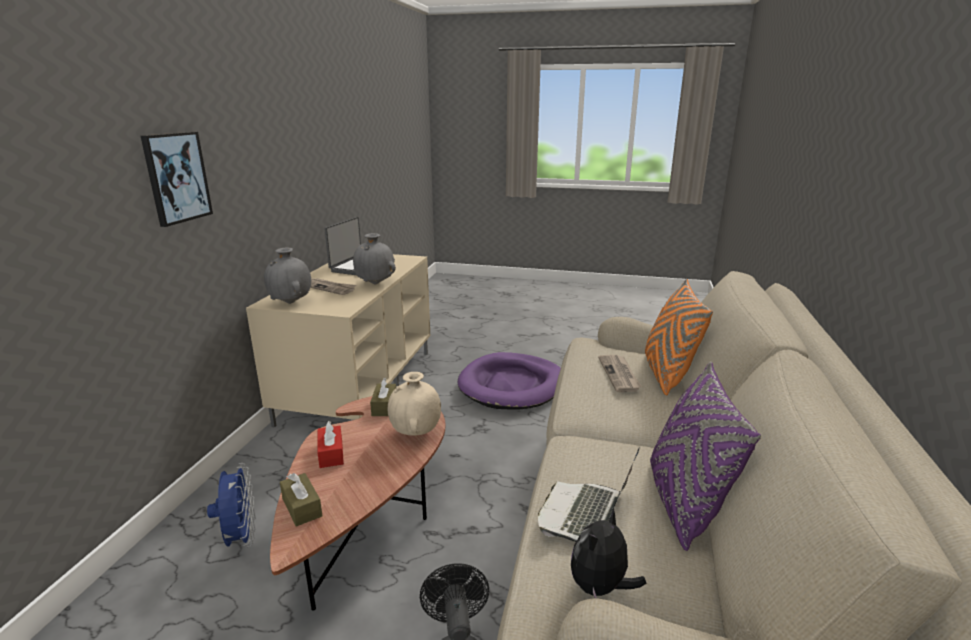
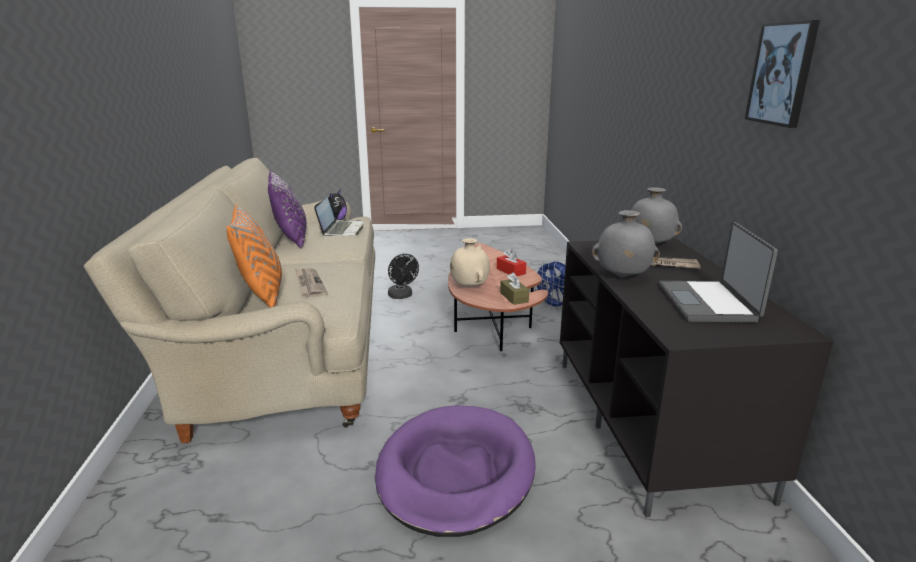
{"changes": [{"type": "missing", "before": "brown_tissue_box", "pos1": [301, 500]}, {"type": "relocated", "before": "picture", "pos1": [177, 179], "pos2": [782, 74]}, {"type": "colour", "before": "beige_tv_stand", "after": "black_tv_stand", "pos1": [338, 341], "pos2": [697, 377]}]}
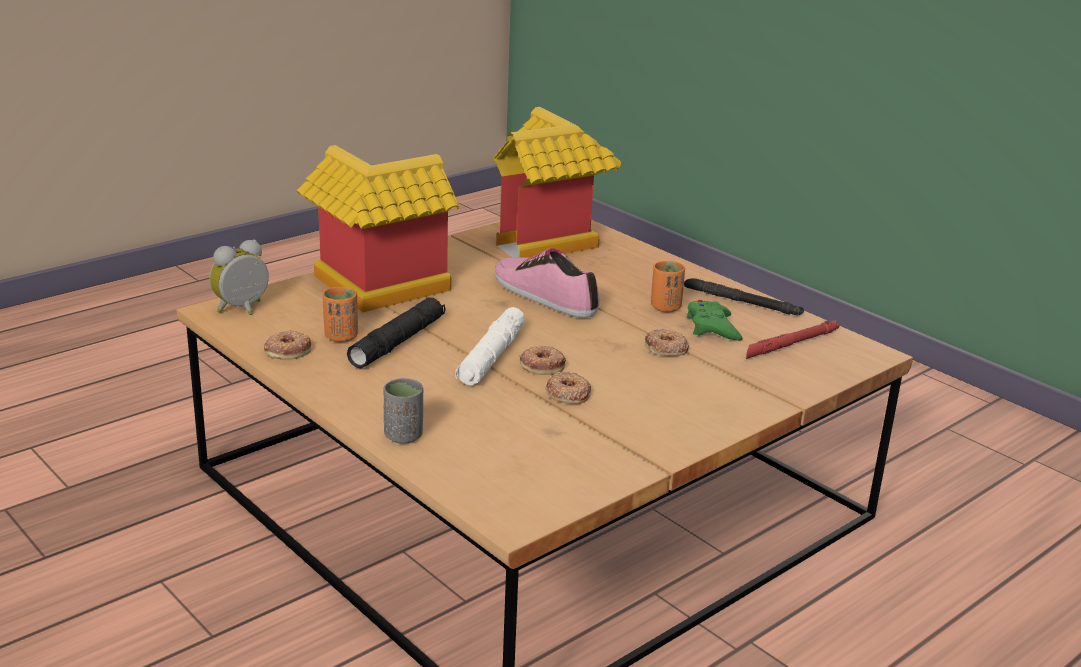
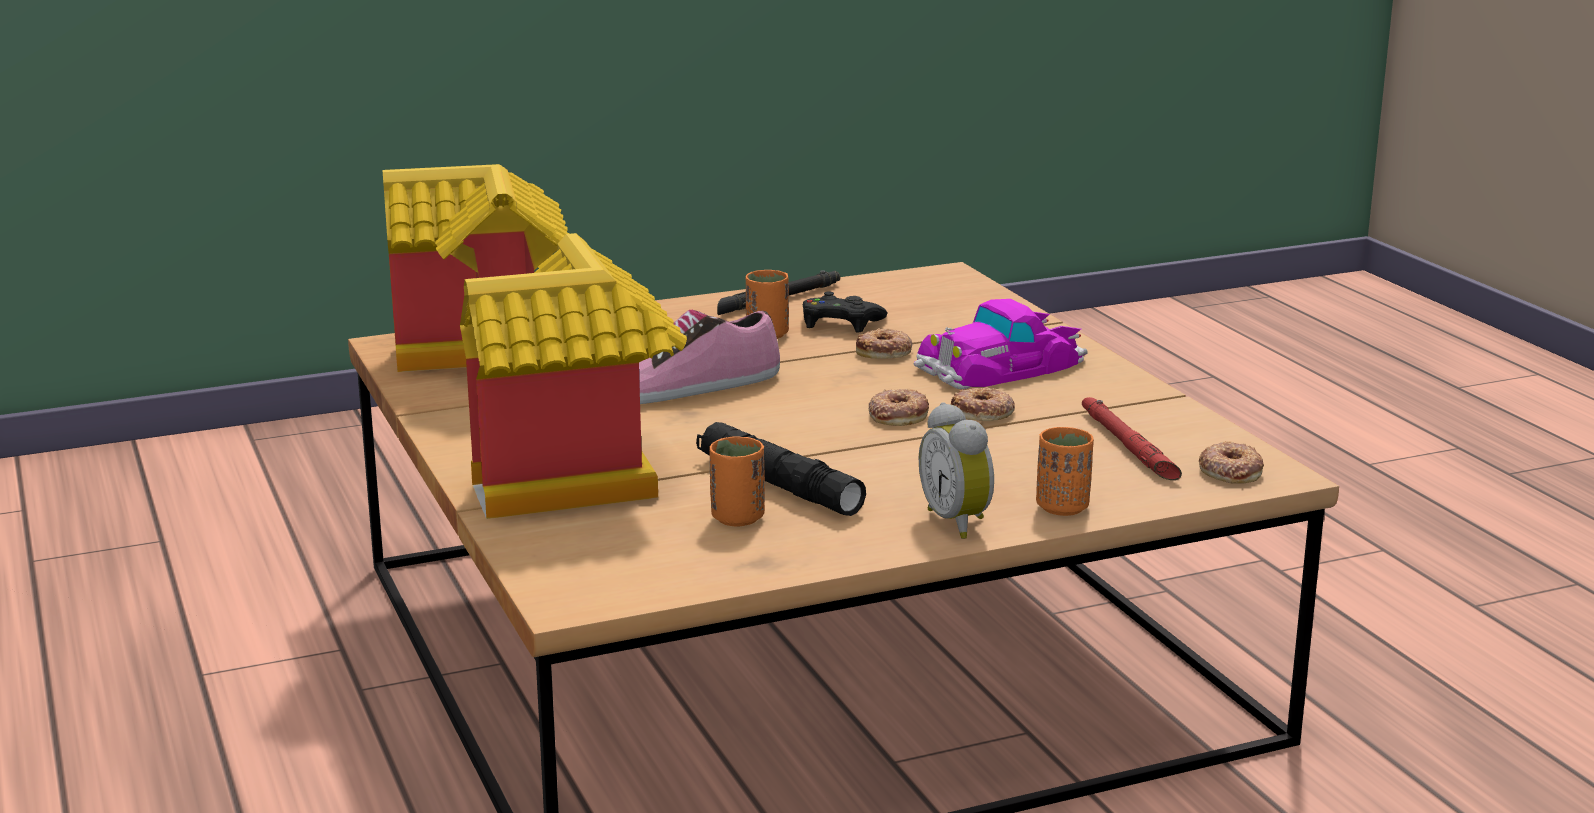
{"changes": [{"type": "missing", "before": "white_flashlight", "pos1": [490, 346]}, {"type": "appeared", "after": "toy_car", "pos2": [1001, 344]}, {"type": "relocated", "before": "alarm_clock", "pos1": [239, 277], "pos2": [956, 470]}, {"type": "relocated", "before": "donut", "pos1": [287, 345], "pos2": [1231, 462]}, {"type": "relocated", "before": "red_flashlight", "pos1": [792, 339], "pos2": [1132, 438]}, {"type": "colour", "before": "grey_cup", "after": "orange_cup", "pos1": [403, 411], "pos2": [1065, 471]}, {"type": "colour", "before": "green_game_controller", "after": "black_game_controller", "pos1": [715, 320], "pos2": [845, 312]}]}
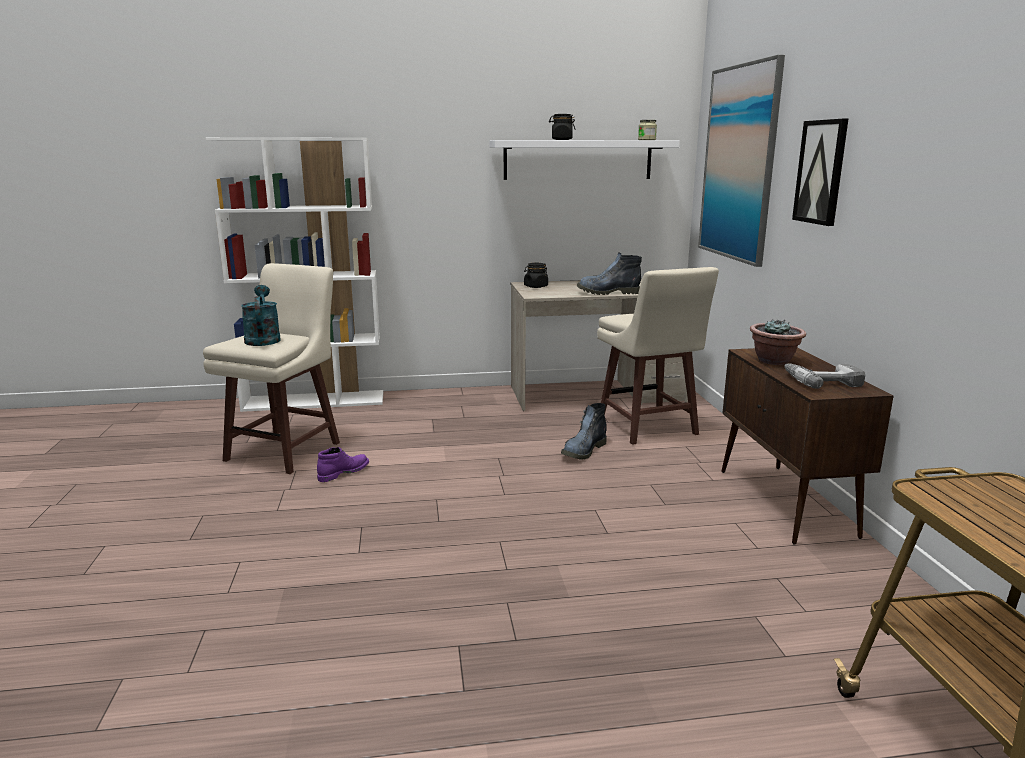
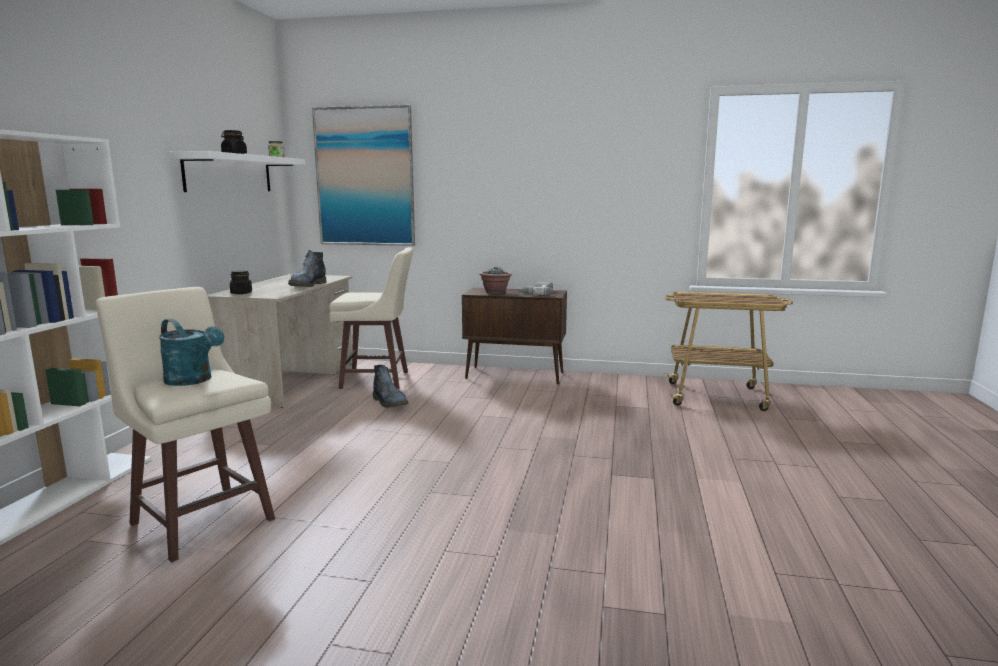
{"changes": [{"type": "missing", "before": "purple_boot", "pos1": [343, 464]}, {"type": "missing", "before": "picture", "pos1": [820, 172]}, {"type": "spun", "before": "turquoise_watering_can", "pos1": [261, 315], "pos2": [191, 352], "turn": -150}]}
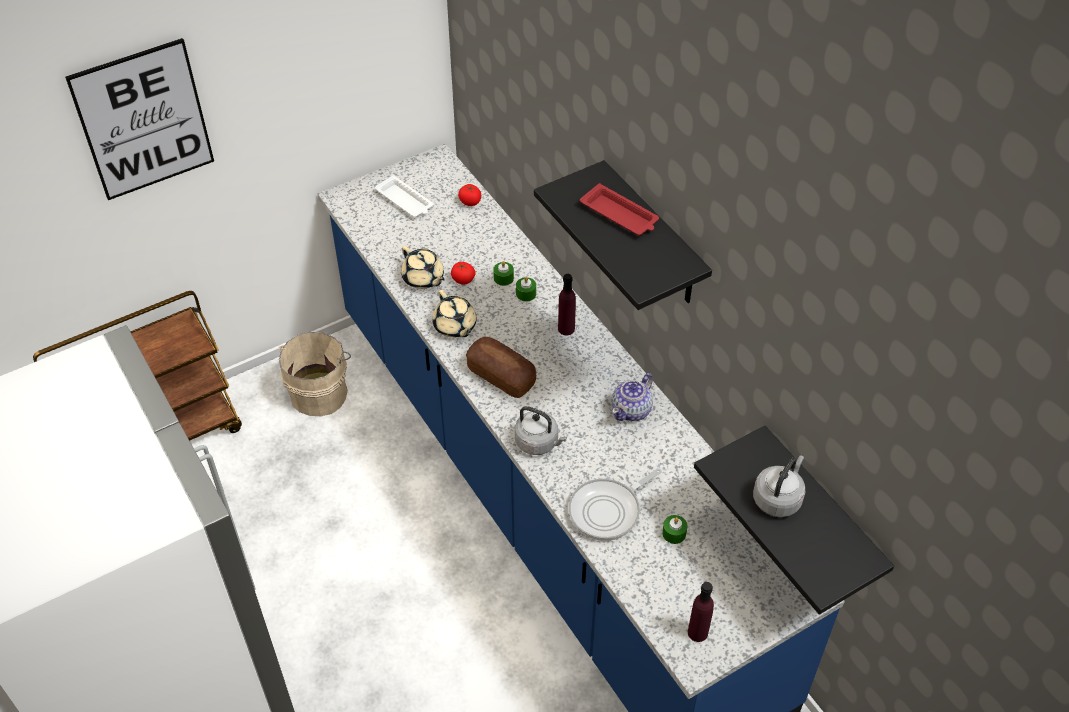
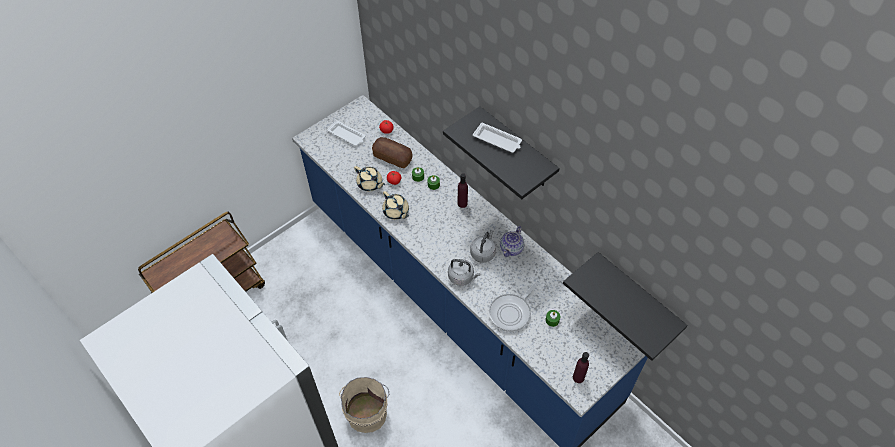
{"changes": [{"type": "missing", "before": "picture", "pos1": [139, 119]}, {"type": "relocated", "before": "beige_bucket", "pos1": [315, 374], "pos2": [364, 405]}, {"type": "relocated", "before": "bread", "pos1": [501, 367], "pos2": [392, 152]}, {"type": "relocated", "before": "grey_kettle", "pos1": [779, 486], "pos2": [483, 246]}, {"type": "colour", "before": "red_tray", "after": "white_tray", "pos1": [619, 209], "pos2": [497, 137]}]}
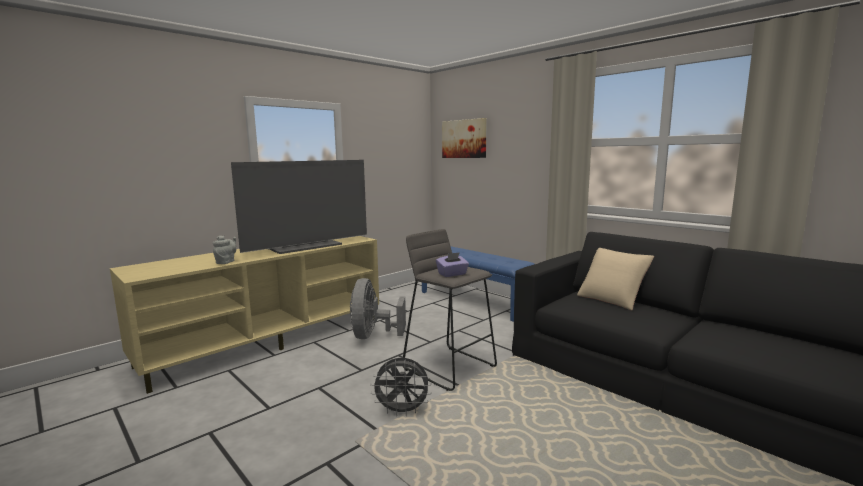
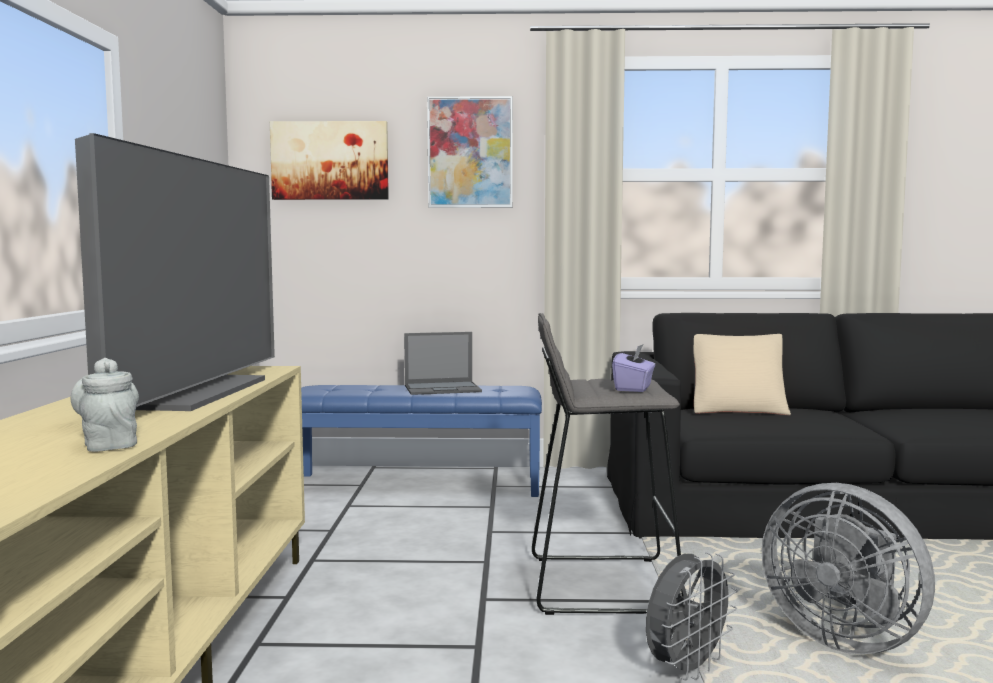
{"changes": [{"type": "appeared", "after": "laptop", "pos2": [443, 363]}, {"type": "appeared", "after": "picture", "pos2": [470, 152]}, {"type": "relocated", "before": "grey_fan", "pos1": [378, 308], "pos2": [848, 568]}]}
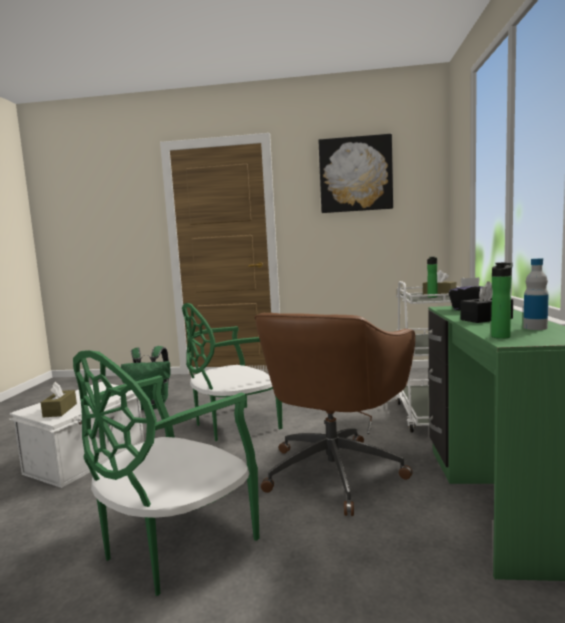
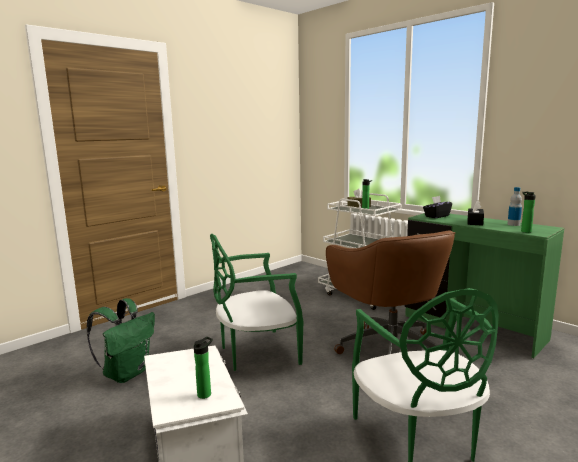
{"changes": [{"type": "missing", "before": "picture", "pos1": [356, 173]}, {"type": "exchanged", "before": "brown_tissue_box", "after": "bottle", "pos1": [59, 399], "pos2": [203, 368]}, {"type": "spun", "before": "green_chair", "pos1": [232, 372], "pos2": [256, 302], "turn": 60}]}
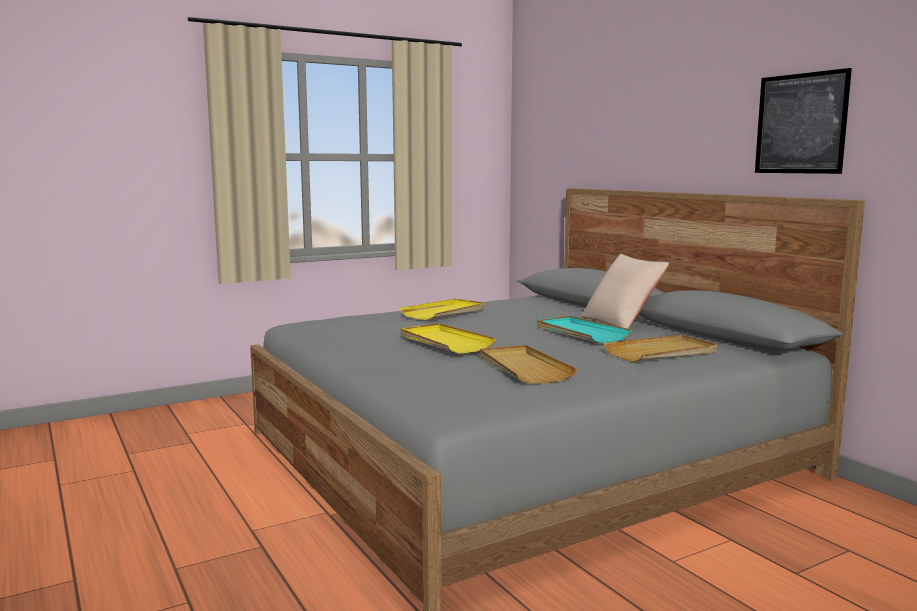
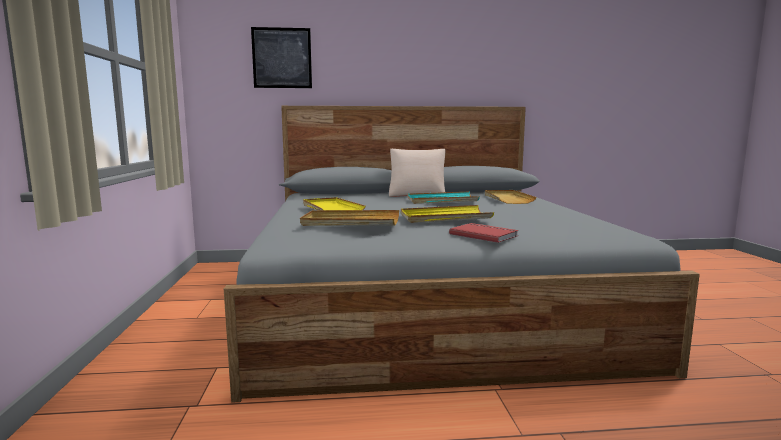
{"changes": [{"type": "appeared", "after": "red_book", "pos2": [484, 233]}, {"type": "relocated", "before": "beige_tray", "pos1": [528, 364], "pos2": [349, 218]}, {"type": "relocated", "before": "picture", "pos1": [803, 121], "pos2": [281, 57]}]}
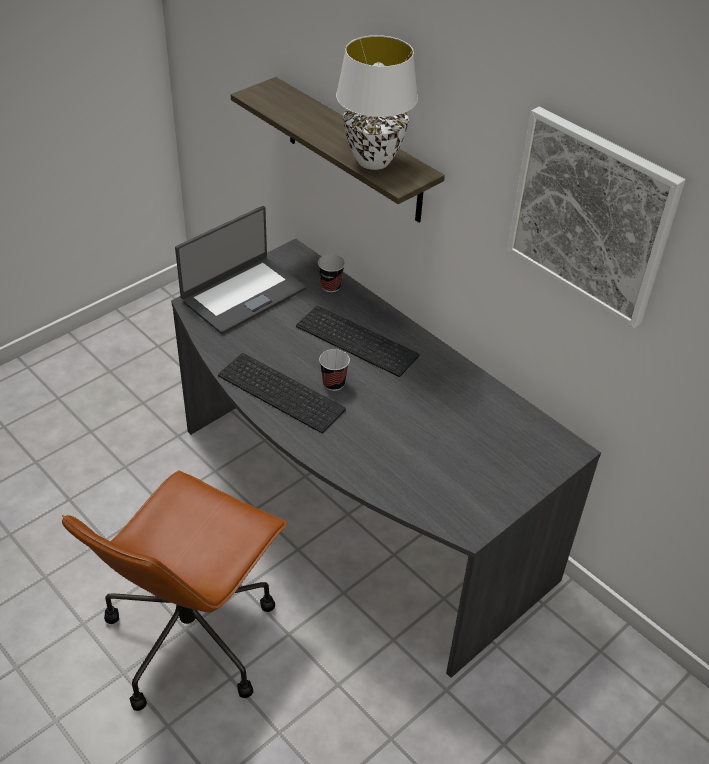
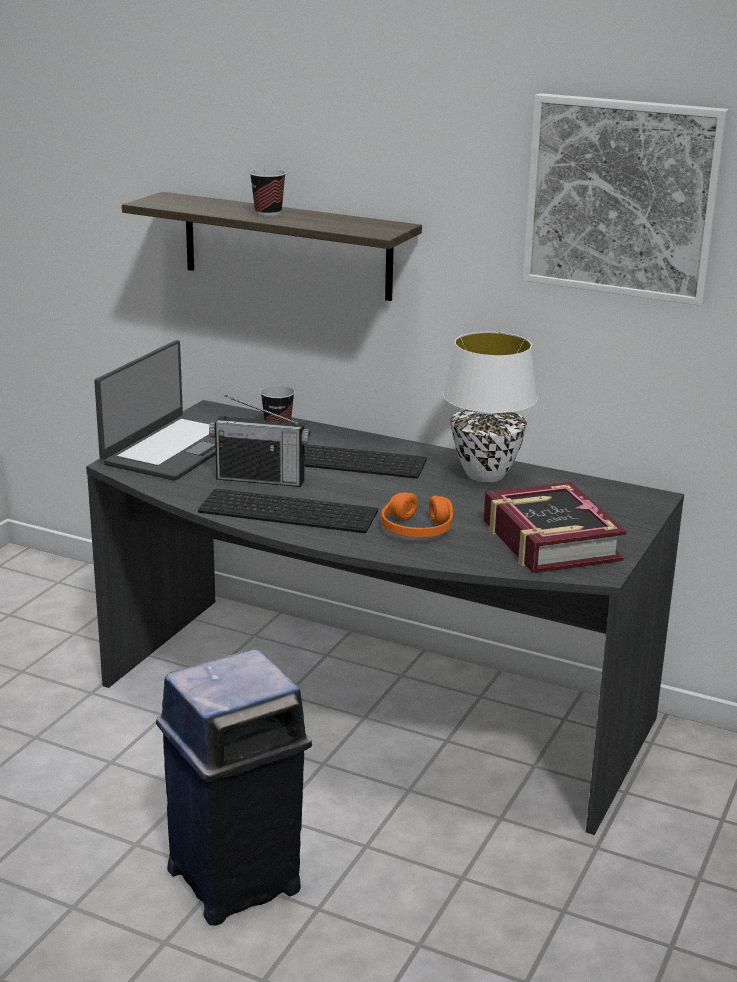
{"changes": [{"type": "appeared", "after": "radio", "pos2": [260, 441]}, {"type": "appeared", "after": "orange_headphones", "pos2": [417, 515]}, {"type": "appeared", "after": "book", "pos2": [555, 527]}, {"type": "relocated", "before": "cup", "pos1": [334, 370], "pos2": [268, 192]}, {"type": "relocated", "before": "white_table_lamp", "pos1": [377, 102], "pos2": [490, 407]}, {"type": "exchanged", "before": "brown_office_chair", "after": "blue_trash_can", "pos1": [174, 590], "pos2": [234, 787]}]}
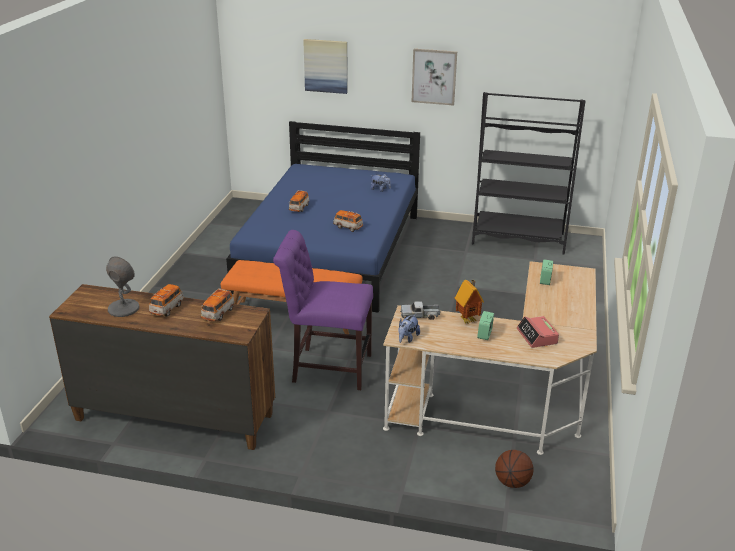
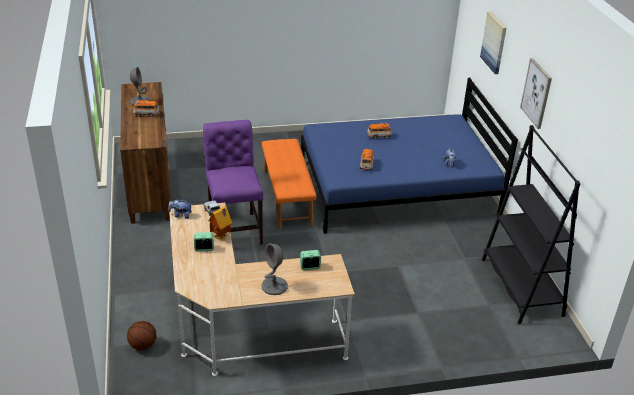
{"changes": [{"type": "missing", "before": "toy_car", "pos1": [218, 304]}, {"type": "missing", "before": "alarm_clock", "pos1": [538, 332]}, {"type": "appeared", "after": "grey_table_lamp", "pos2": [275, 269]}]}
